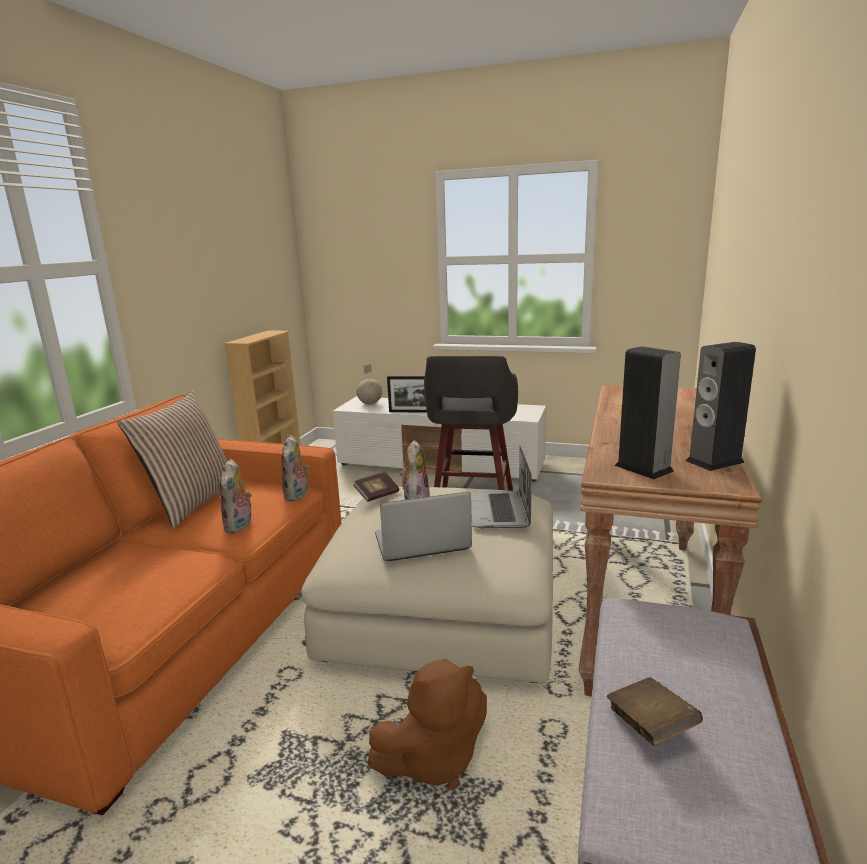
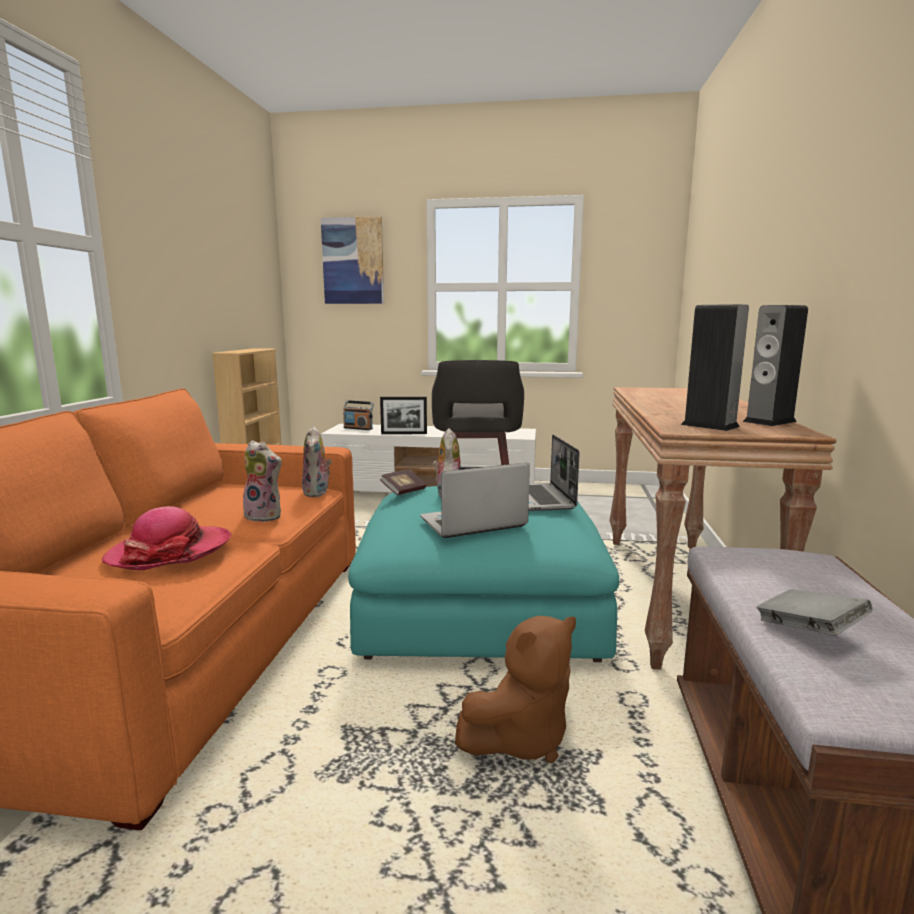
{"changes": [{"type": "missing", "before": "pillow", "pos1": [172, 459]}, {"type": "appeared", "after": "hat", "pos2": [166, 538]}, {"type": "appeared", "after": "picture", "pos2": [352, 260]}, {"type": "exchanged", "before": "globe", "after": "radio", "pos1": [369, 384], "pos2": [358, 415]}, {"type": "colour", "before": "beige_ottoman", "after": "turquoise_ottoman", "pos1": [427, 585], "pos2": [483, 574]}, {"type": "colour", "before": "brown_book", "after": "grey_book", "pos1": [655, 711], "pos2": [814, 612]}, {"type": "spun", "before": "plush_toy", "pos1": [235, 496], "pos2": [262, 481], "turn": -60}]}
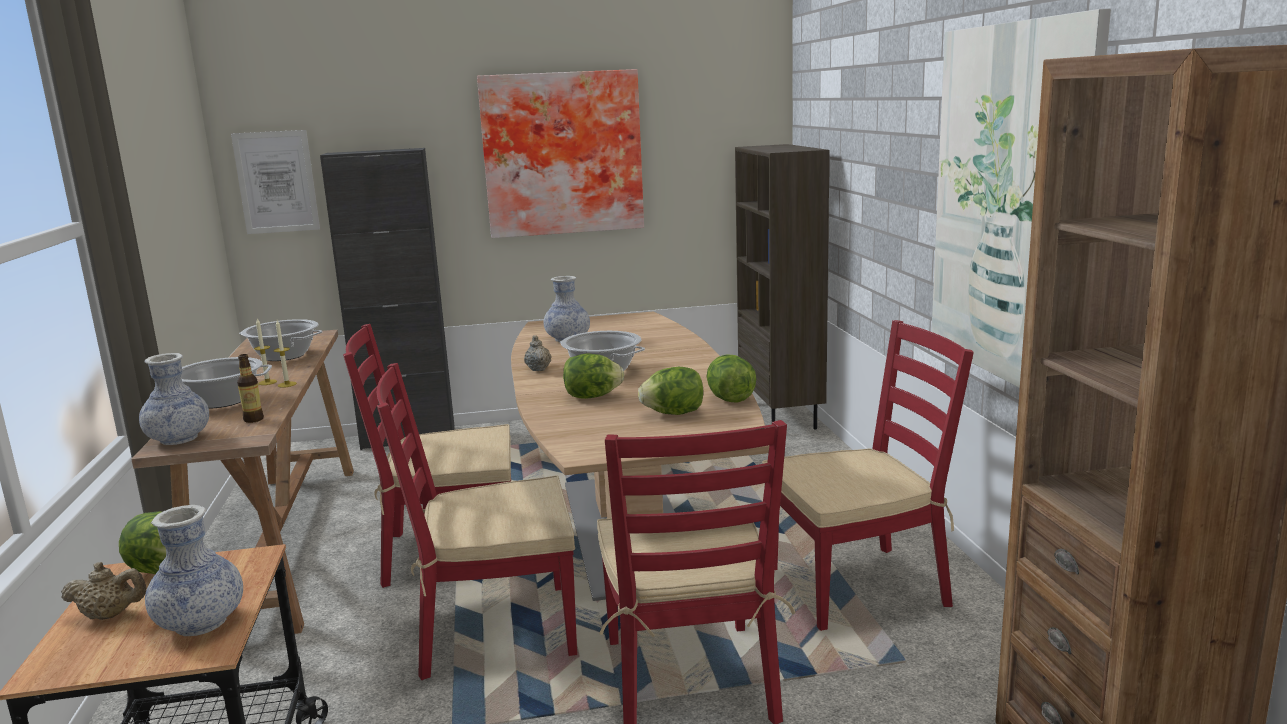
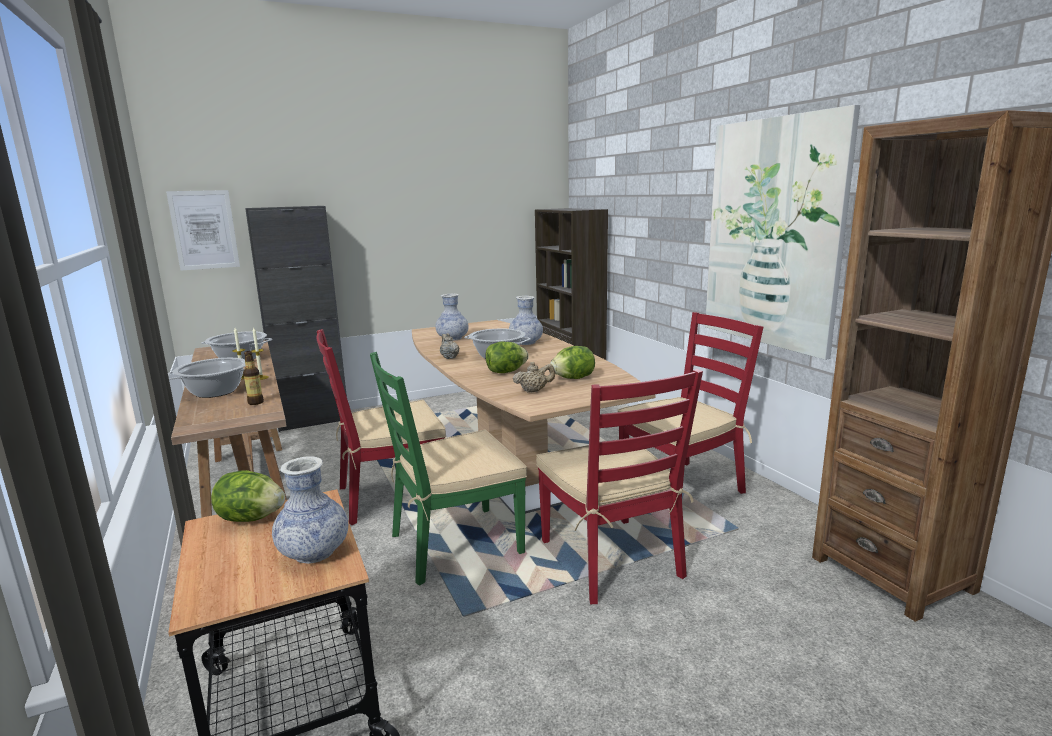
{"changes": [{"type": "missing", "before": "picture", "pos1": [560, 153]}, {"type": "missing", "before": "lettuce", "pos1": [731, 378]}, {"type": "relocated", "before": "beige_teapot", "pos1": [103, 591], "pos2": [534, 377]}, {"type": "relocated", "before": "vase", "pos1": [174, 399], "pos2": [526, 320]}, {"type": "colour", "before": "red_chair", "after": "green_chair", "pos1": [477, 521], "pos2": [448, 469]}]}
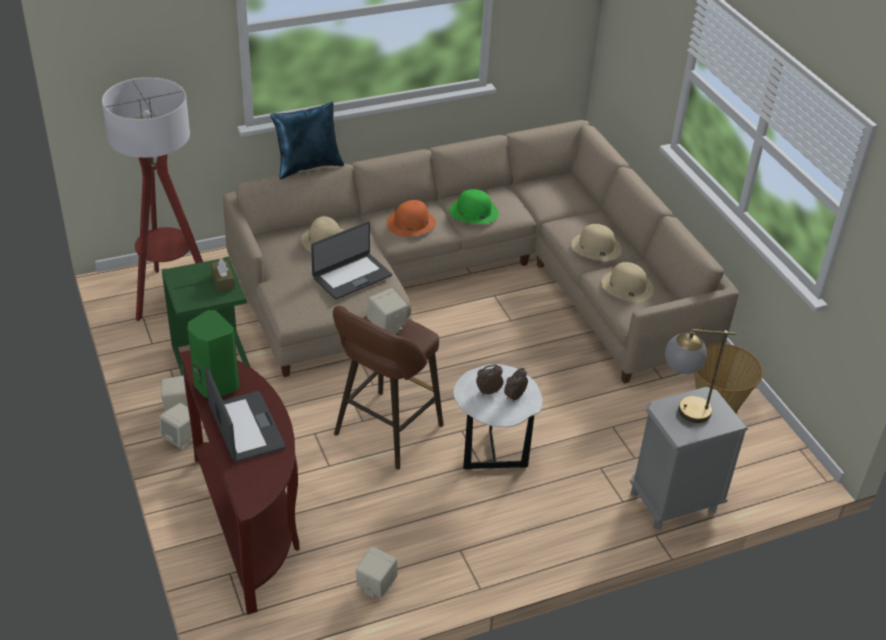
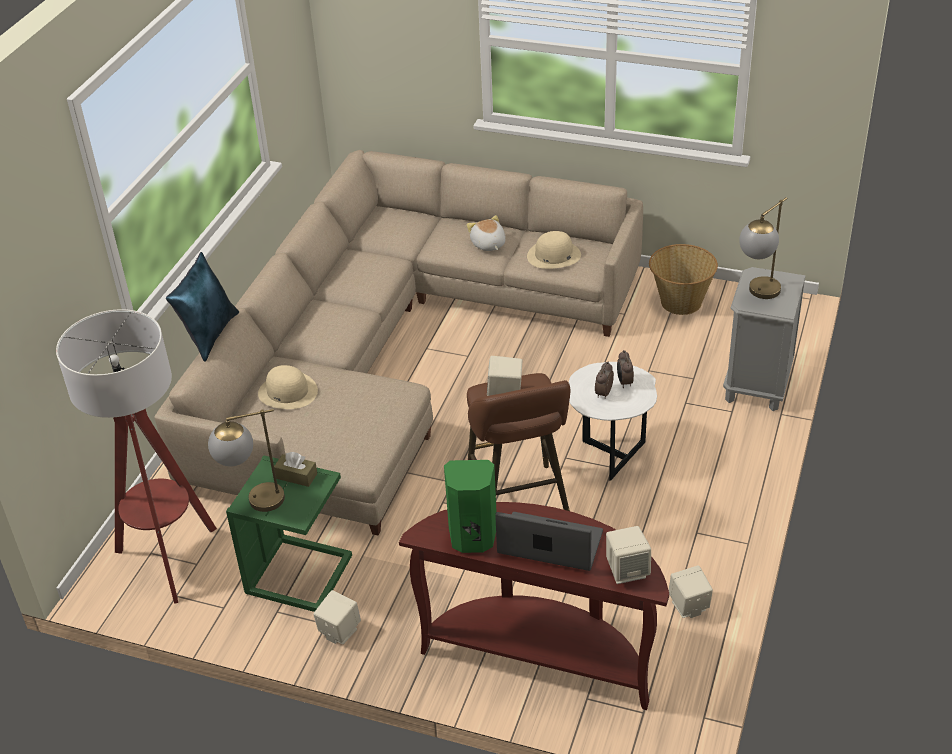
{"changes": [{"type": "missing", "before": "laptop", "pos1": [351, 260]}, {"type": "missing", "before": "orange_hat", "pos1": [411, 218]}, {"type": "missing", "before": "green_hat", "pos1": [474, 206]}, {"type": "appeared", "after": "table_lamp", "pos2": [246, 460]}, {"type": "relocated", "before": "beige_speaker", "pos1": [176, 426], "pos2": [628, 555]}, {"type": "exchanged", "before": "beige_hat", "after": "plush_toy", "pos1": [596, 242], "pos2": [486, 233]}]}
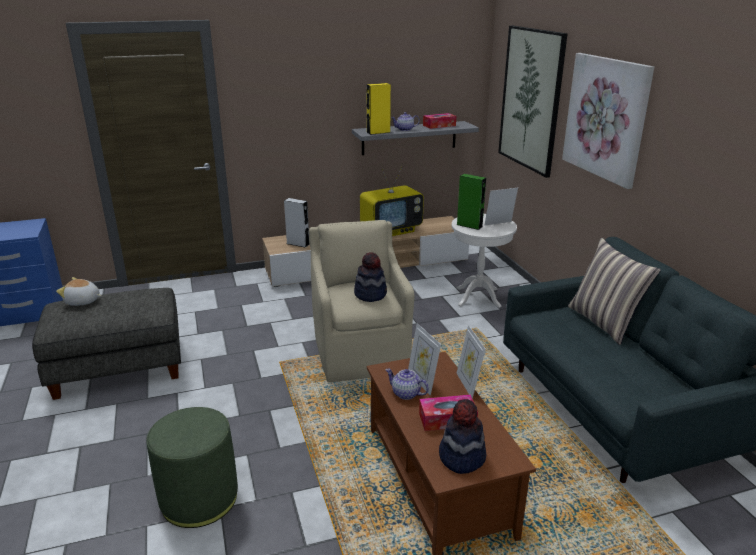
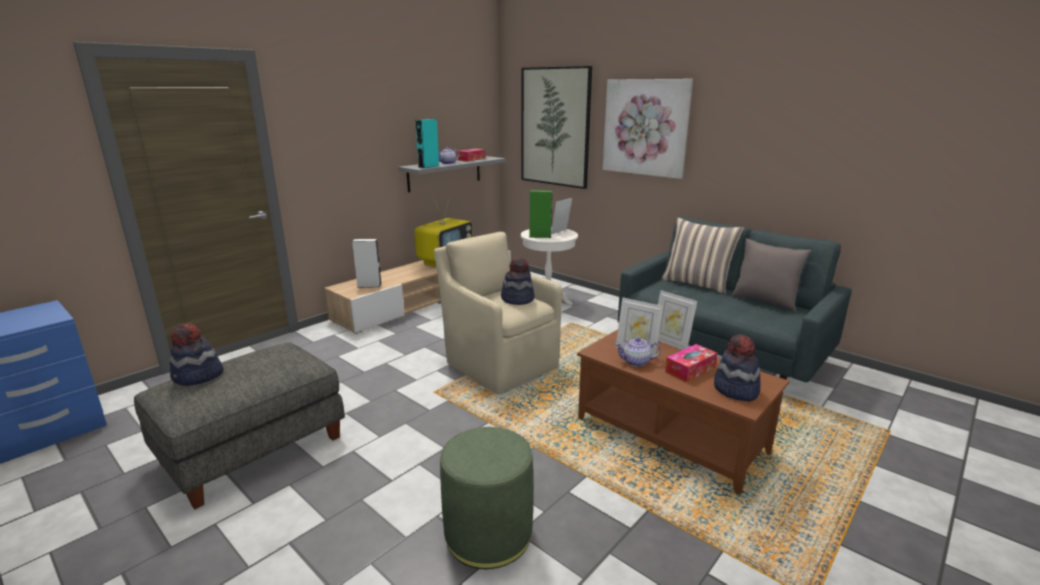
{"changes": [{"type": "appeared", "after": "grey_pillow", "pos2": [771, 275]}, {"type": "exchanged", "before": "plush_toy", "after": "hat", "pos1": [78, 291], "pos2": [197, 354]}, {"type": "colour", "before": "yellow_speaker", "after": "turquoise_speaker", "pos1": [379, 109], "pos2": [427, 143]}]}
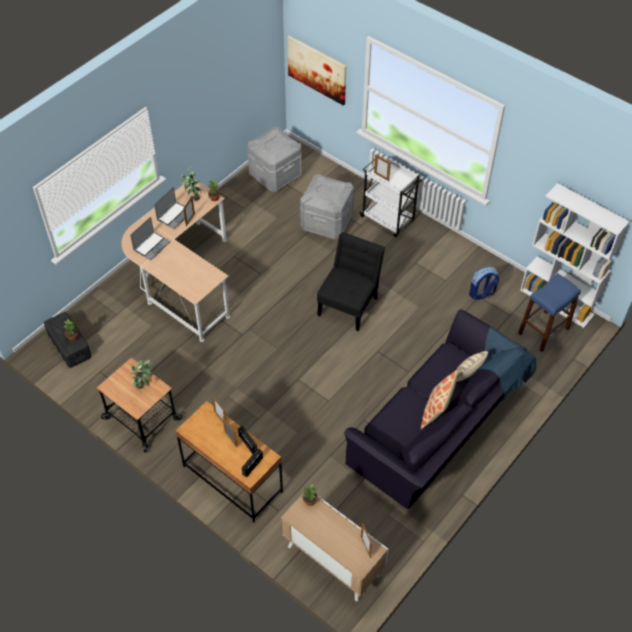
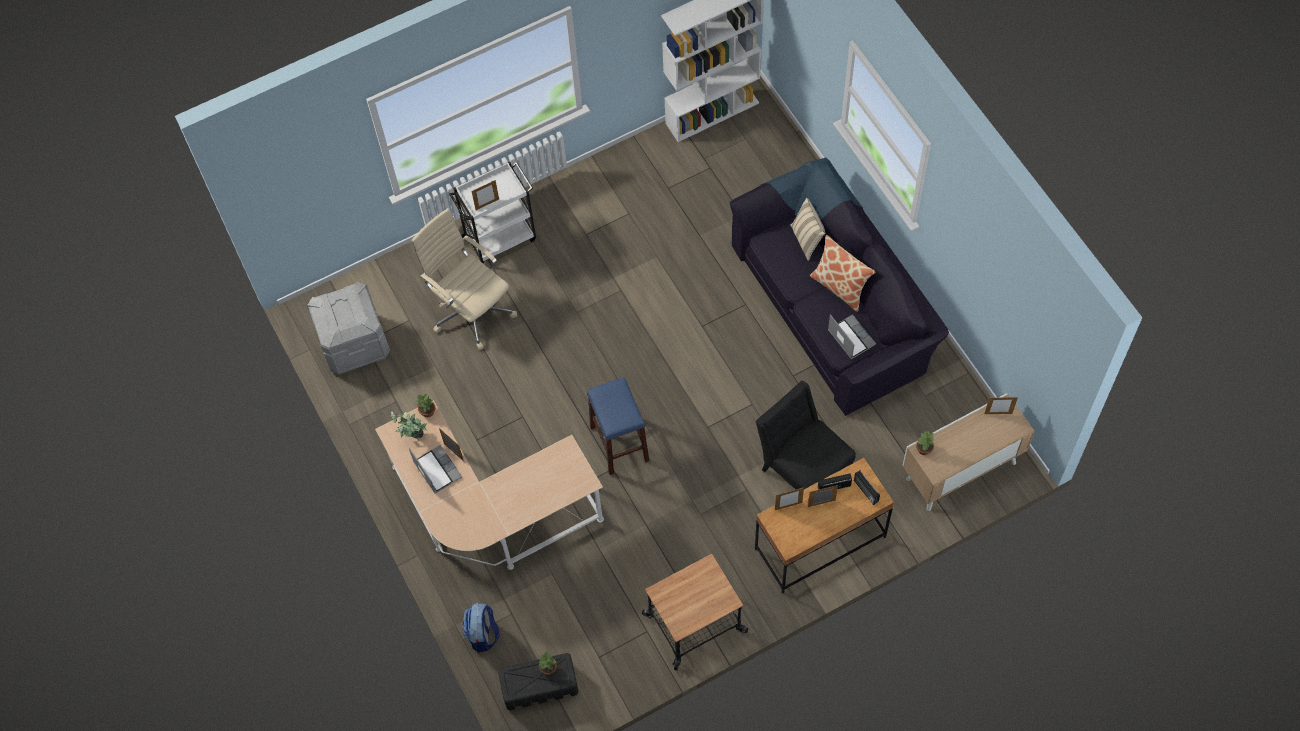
{"changes": [{"type": "missing", "before": "potted_plant", "pos1": [141, 374]}, {"type": "missing", "before": "picture", "pos1": [316, 71]}, {"type": "relocated", "before": "laptop", "pos1": [150, 238], "pos2": [852, 337]}, {"type": "relocated", "before": "black_chair", "pos1": [351, 281], "pos2": [806, 435]}, {"type": "relocated", "before": "backpack", "pos1": [484, 283], "pos2": [480, 627]}, {"type": "relocated", "before": "blue_stool", "pos1": [549, 312], "pos2": [618, 426]}, {"type": "exchanged", "before": "grey_storage_box", "after": "beige_office_chair", "pos1": [327, 207], "pos2": [464, 279]}]}
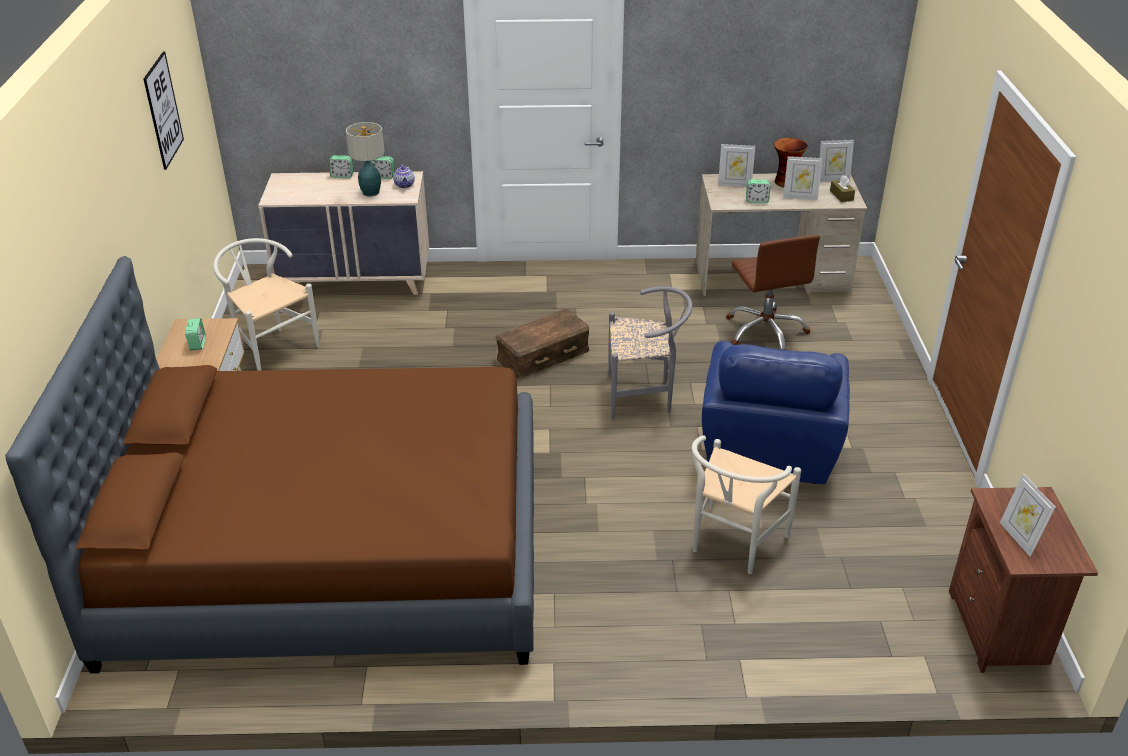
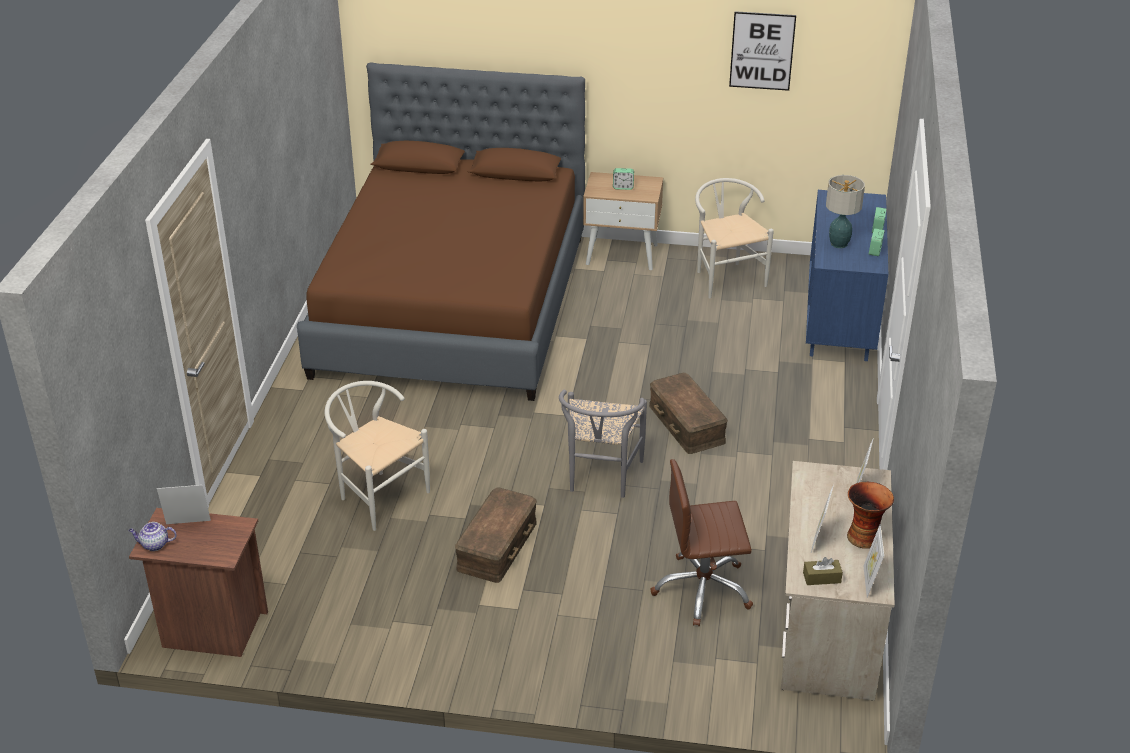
{"changes": [{"type": "missing", "before": "alarm_clock", "pos1": [758, 191]}, {"type": "relocated", "before": "teapot", "pos1": [404, 176], "pos2": [152, 536]}, {"type": "exchanged", "before": "blue_armchair", "after": "brown_storage_box", "pos1": [776, 412], "pos2": [496, 535]}, {"type": "colour", "before": "beige_dresser", "after": "blue_dresser", "pos1": [343, 233], "pos2": [847, 275]}, {"type": "spun", "before": "white_chair", "pos1": [266, 304], "pos2": [734, 238], "turn": -75}]}
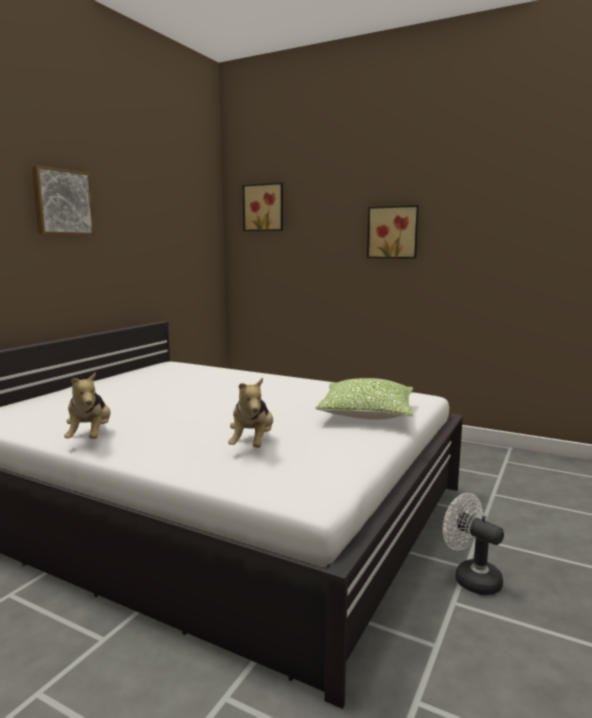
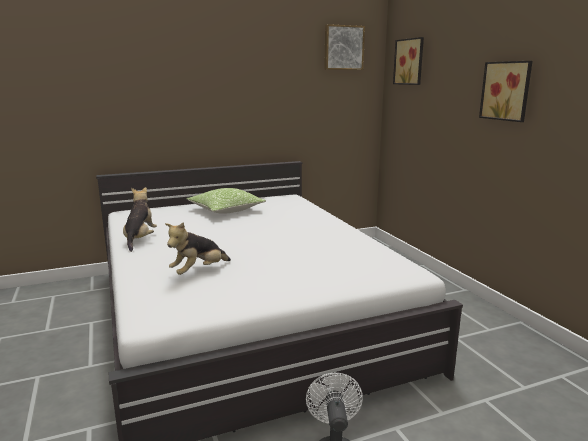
{"changes": [{"type": "relocated", "before": "picture", "pos1": [63, 200], "pos2": [344, 47]}, {"type": "relocated", "before": "pillow", "pos1": [364, 399], "pos2": [226, 201]}, {"type": "spun", "before": "plush_toy", "pos1": [87, 405], "pos2": [140, 219], "turn": 150}]}
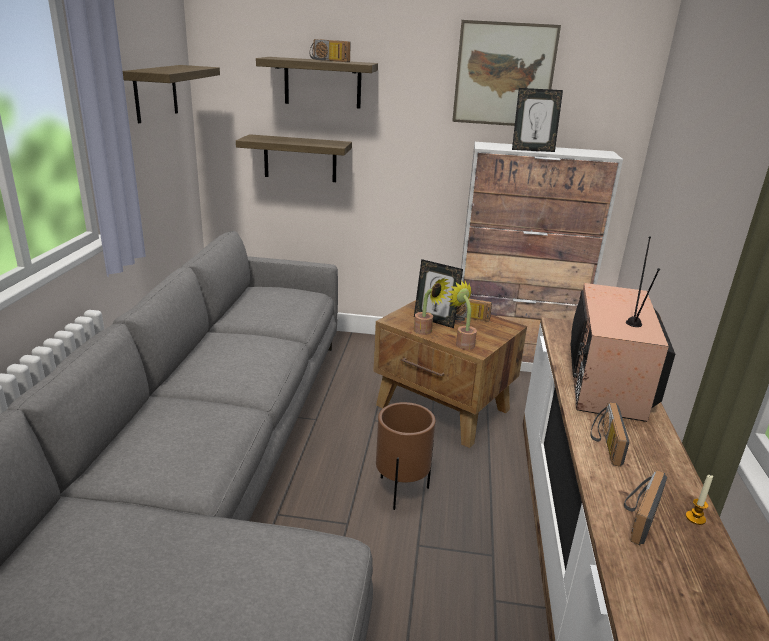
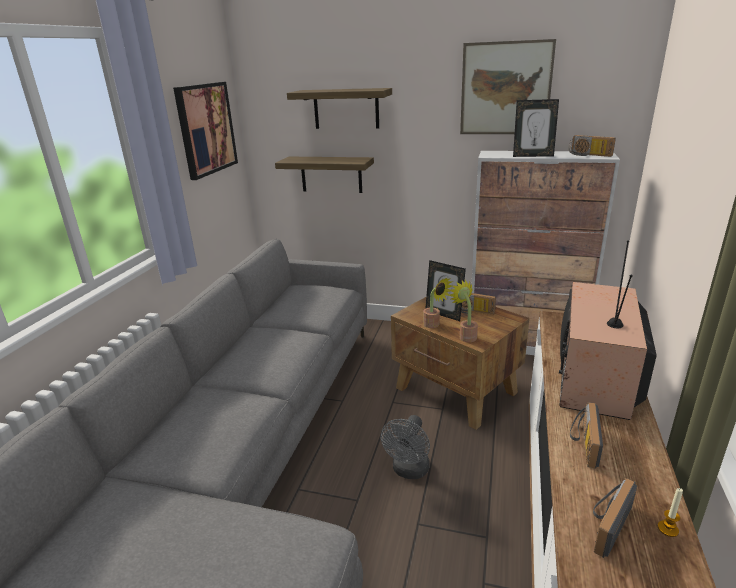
{"changes": [{"type": "relocated", "before": "radio", "pos1": [330, 50], "pos2": [592, 146]}, {"type": "exchanged", "before": "shelf", "after": "picture", "pos1": [171, 94], "pos2": [205, 131]}, {"type": "exchanged", "before": "brown_planter", "after": "grey_fan", "pos1": [405, 456], "pos2": [405, 447]}]}
